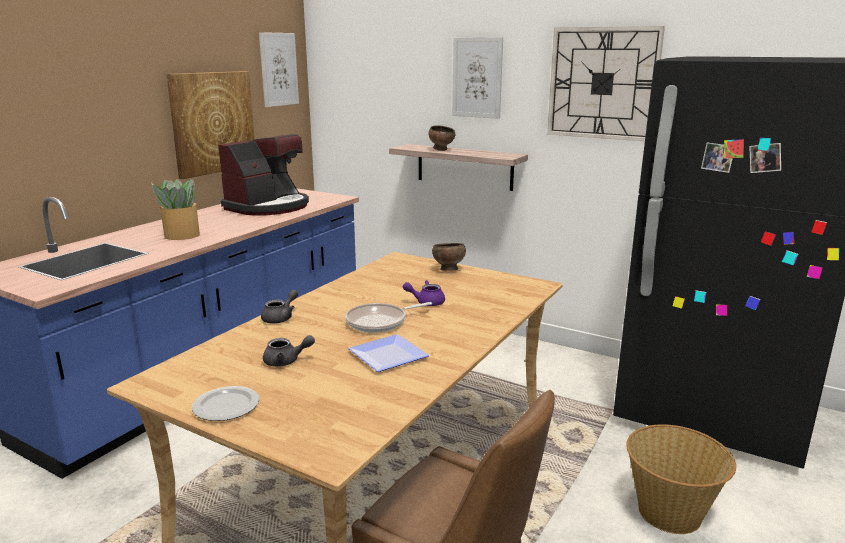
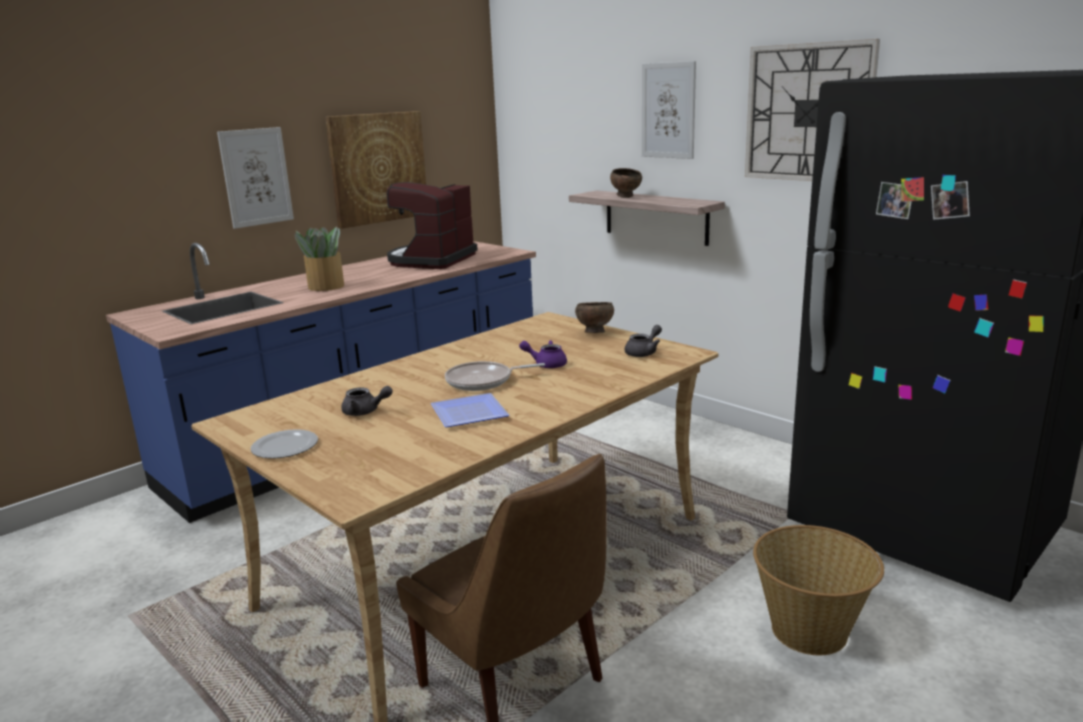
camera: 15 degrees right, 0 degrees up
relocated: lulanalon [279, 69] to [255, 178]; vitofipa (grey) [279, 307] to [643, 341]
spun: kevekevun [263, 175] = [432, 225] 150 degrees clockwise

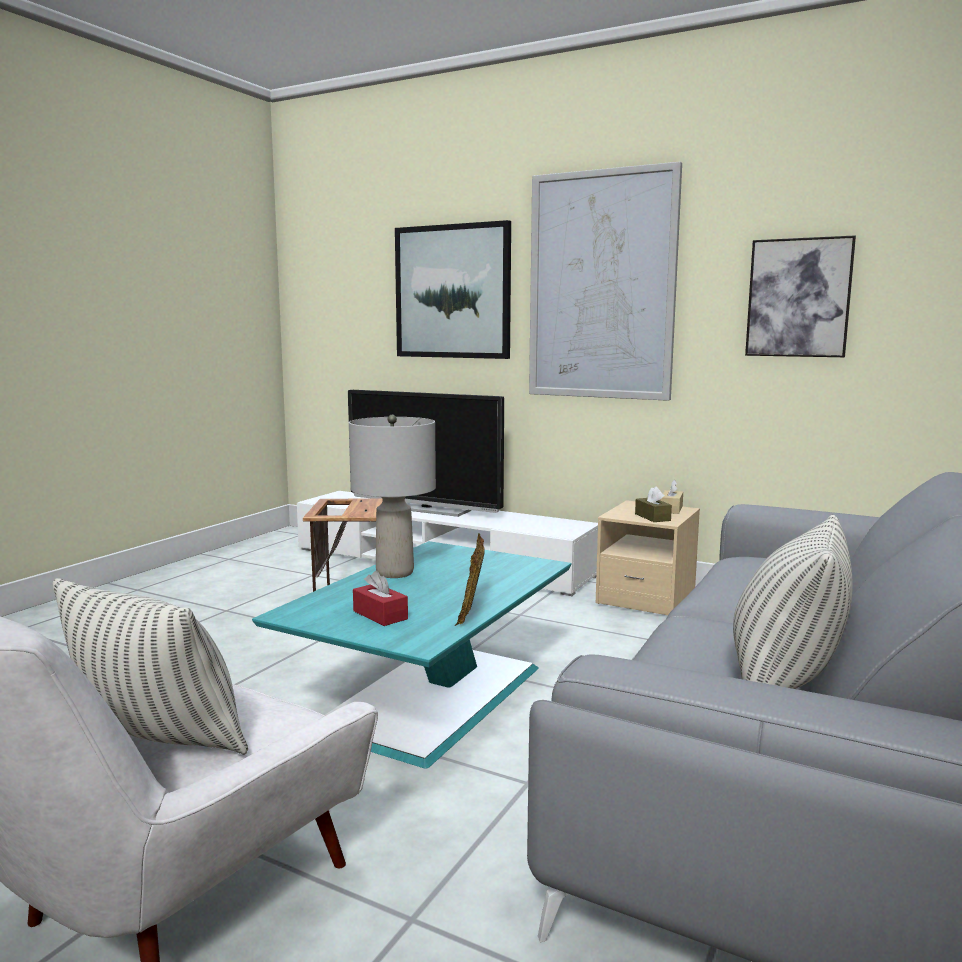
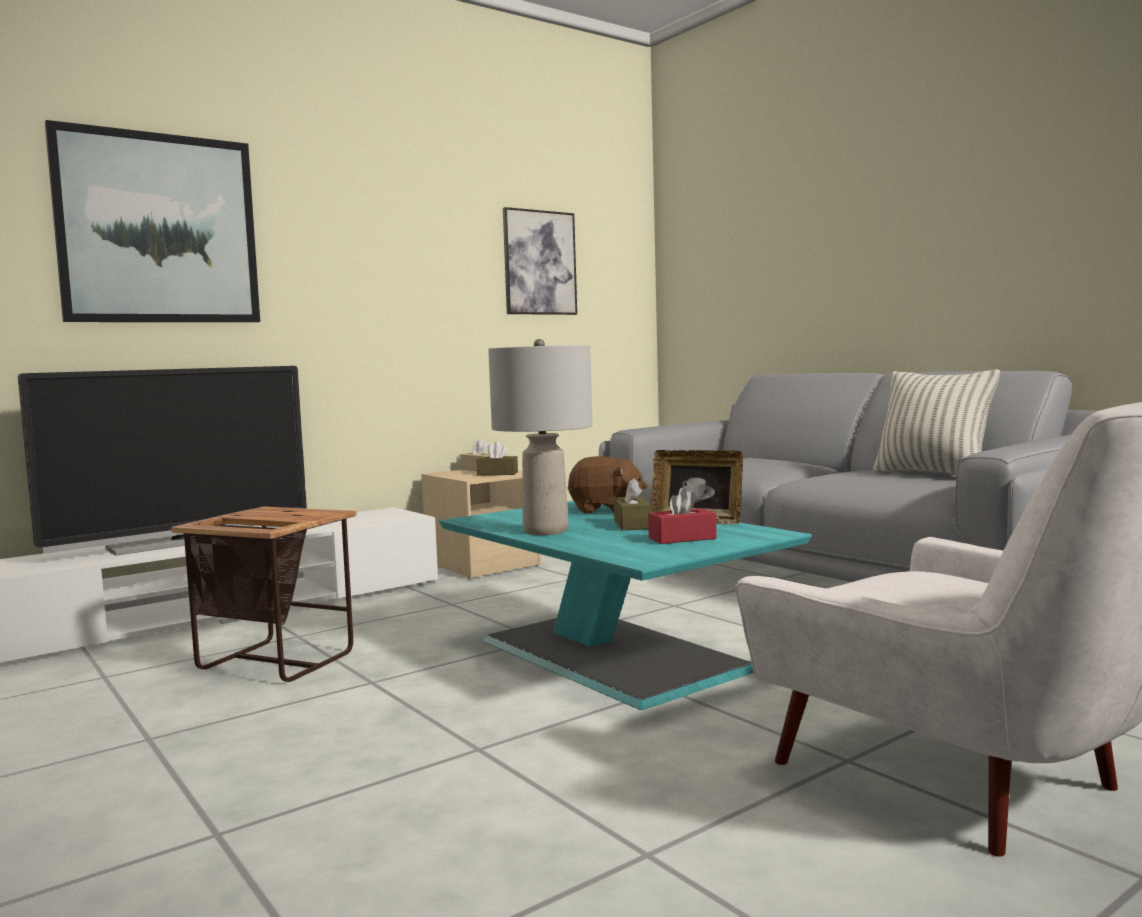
camera: 65 degrees left, 5 degrees down
missing: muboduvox [150, 666]; lulanalon [605, 281]
appeared: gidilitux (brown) [608, 484]; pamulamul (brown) [632, 504]

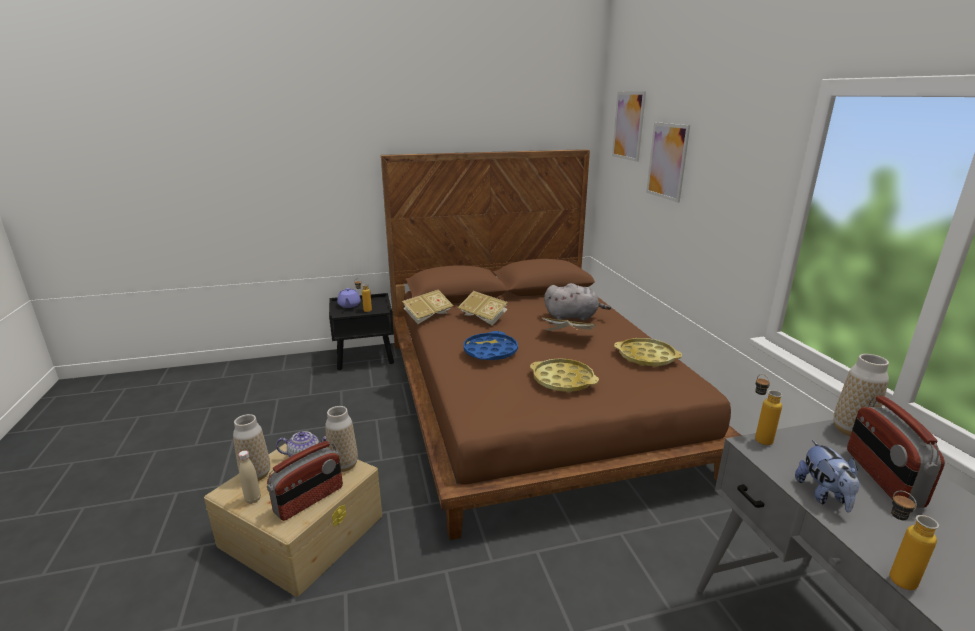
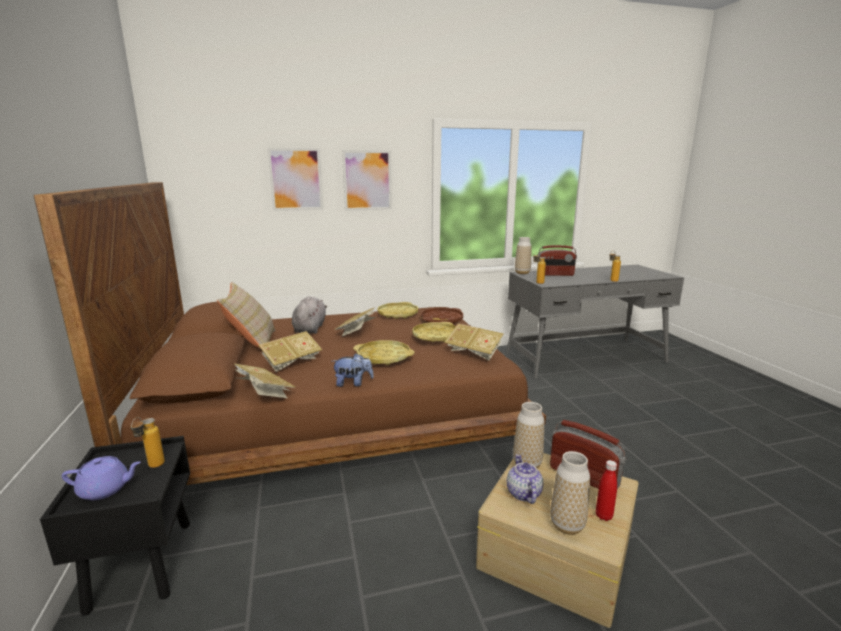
camera: 90 degrees left, 5 degrees down
appeared: muboduvox (beige) [246, 315]; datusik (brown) [442, 316]; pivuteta [474, 342]
relocated: lulanalon [629, 126] to [367, 180]; gidilitux [827, 476] to [353, 370]
colour: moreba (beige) [249, 477] to moreba (red) [606, 490]; datusik (blue) [490, 345] to datusik (yellow) [384, 352]

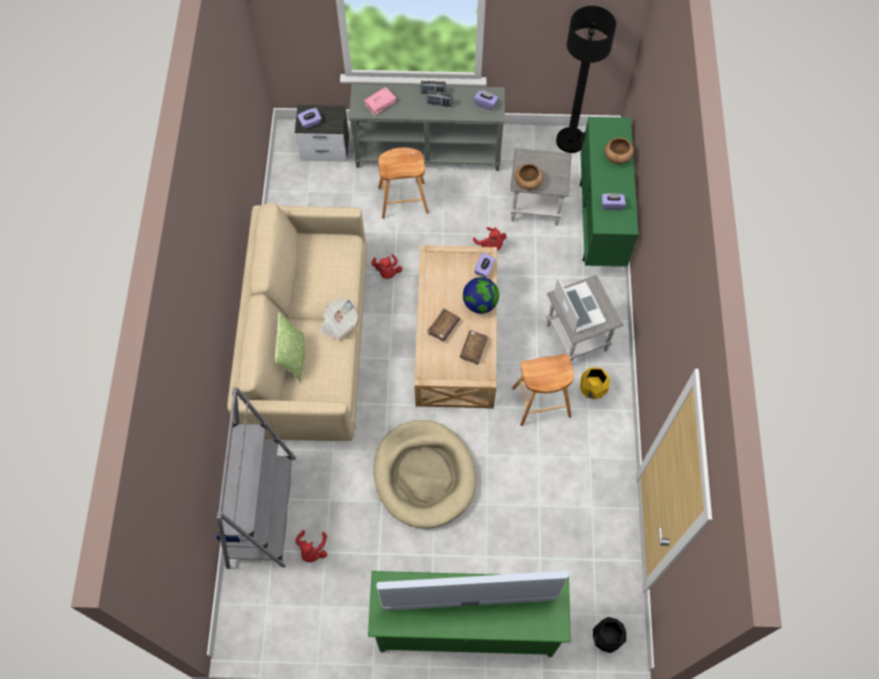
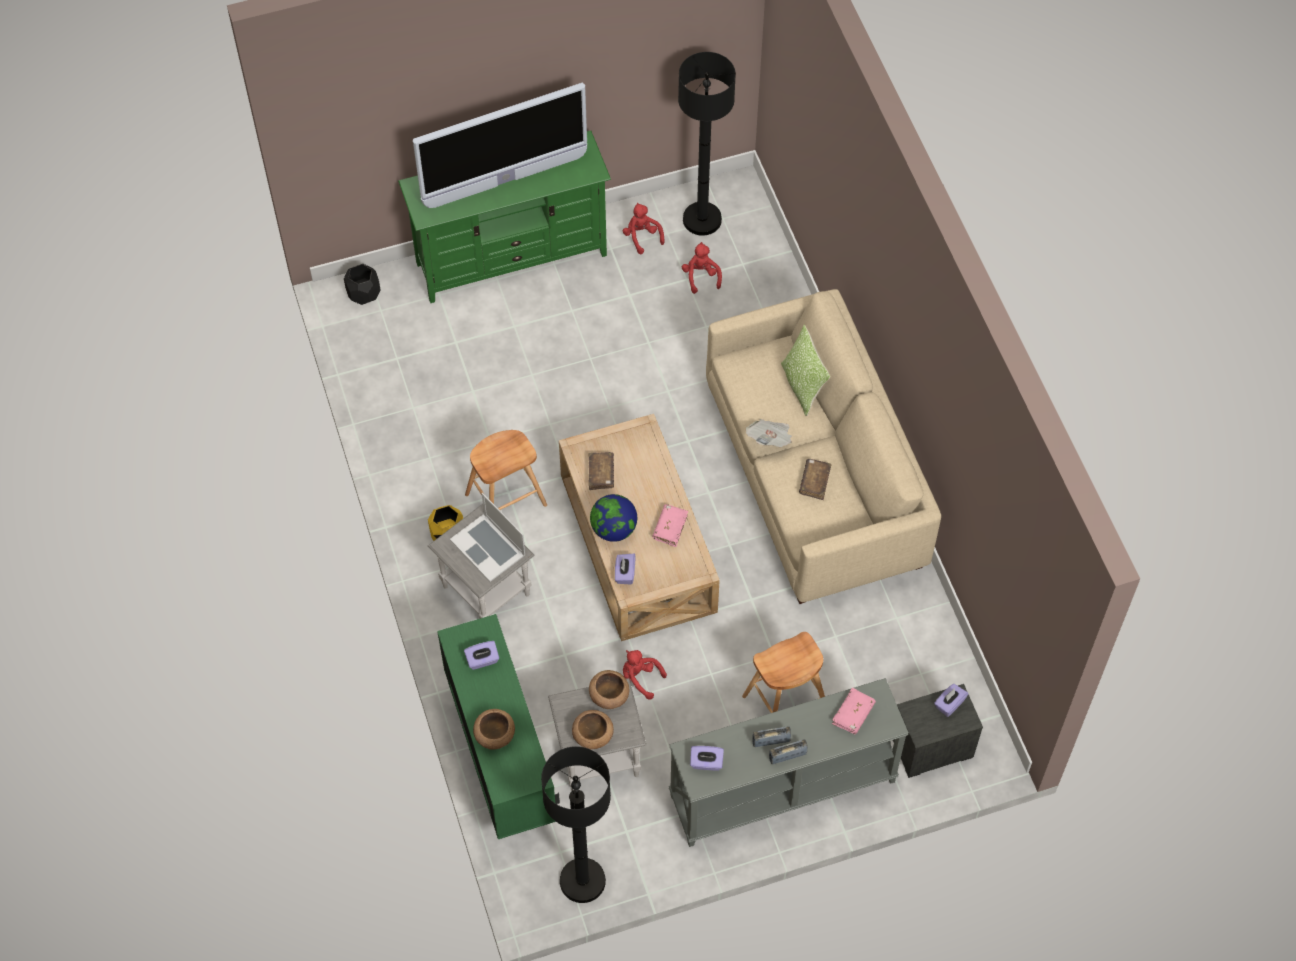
camera: 160 degrees right, 5 degrees down
missing: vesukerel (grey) [256, 478]; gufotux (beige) [425, 474]
appeared: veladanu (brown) [593, 729]; pivuteta (pink) [670, 525]; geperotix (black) [707, 144]
relocated: gidilitux (red) [386, 266] to [644, 228]; pivuteta (brown) [443, 325] to [815, 479]

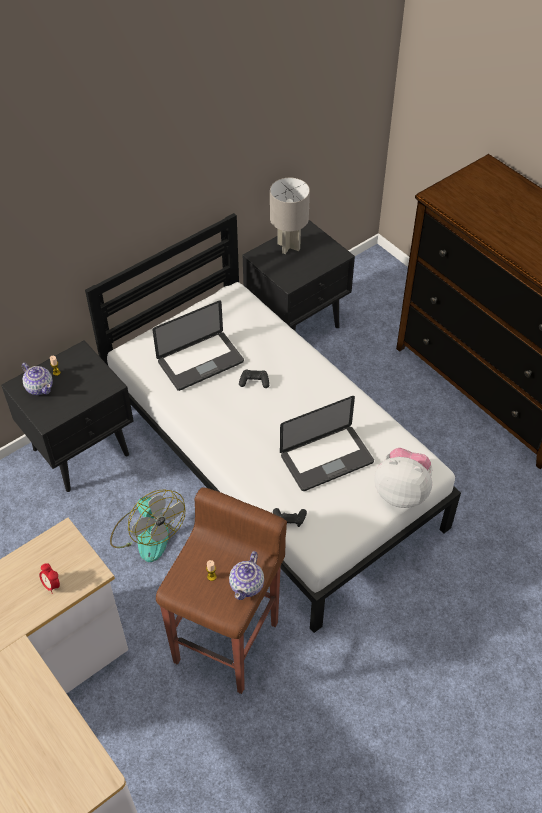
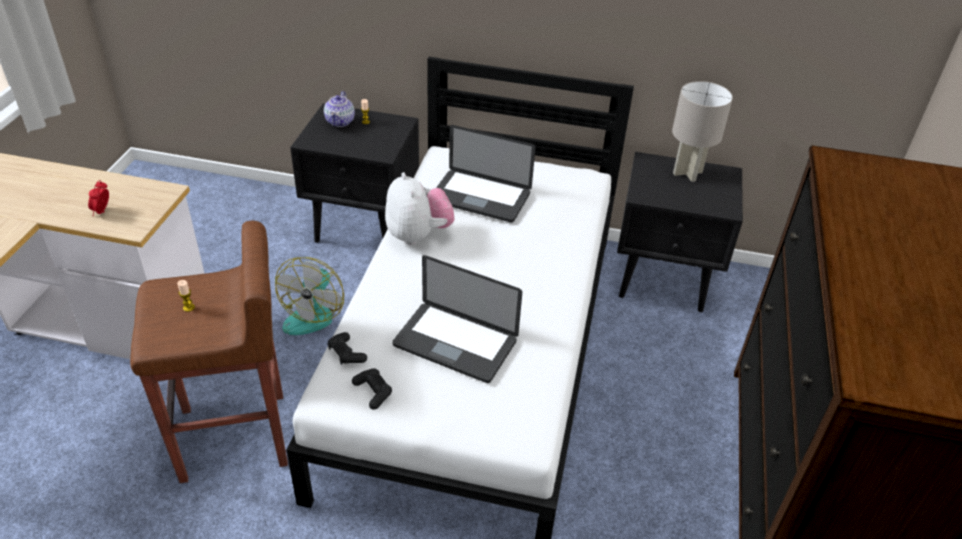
camera: 50 degrees right, 10 degrees down
missing: vitofipa [246, 575]
relocated: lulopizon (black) [254, 378] to [372, 389]; gidilitux [403, 478] to [420, 208]

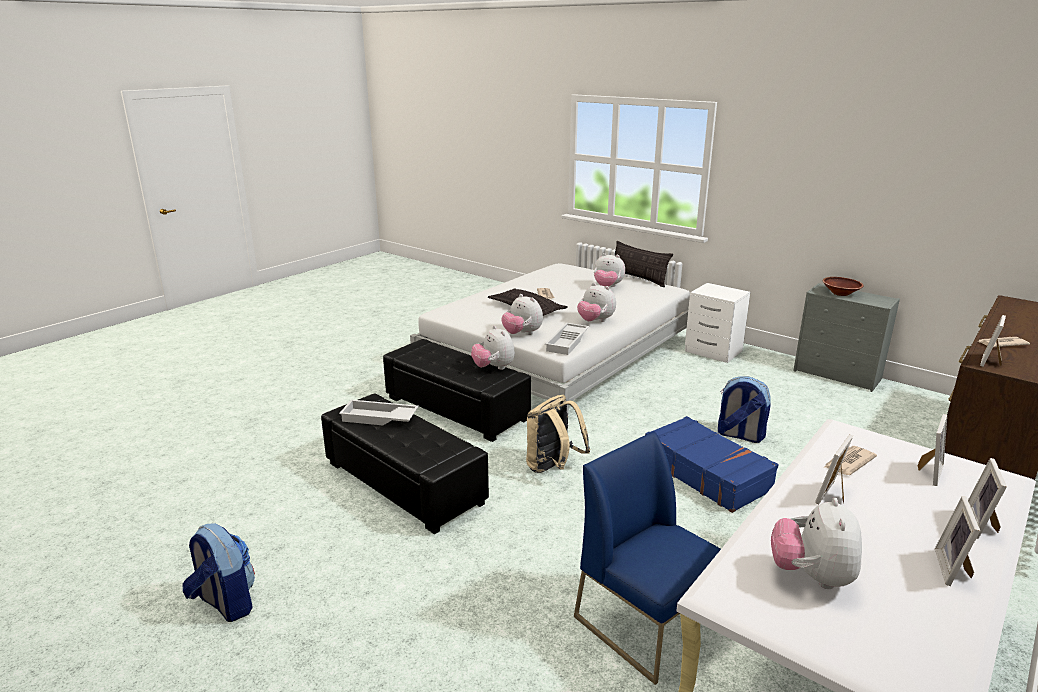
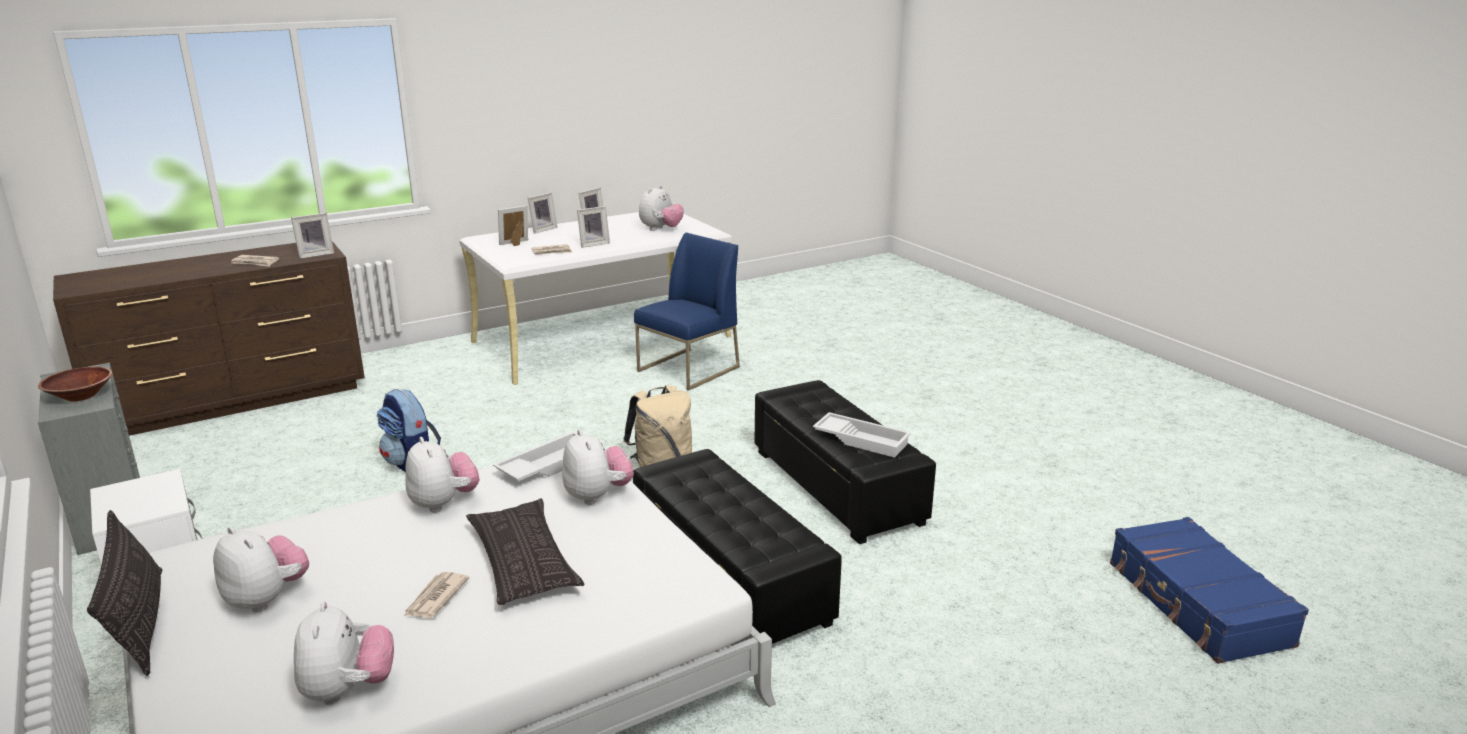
camera: 160 degrees left, 0 degrees up
missing: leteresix [219, 572]
relocated: gidilitux [493, 348] to [344, 652]; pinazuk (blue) [712, 464] to [1209, 590]
spun: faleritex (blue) [647, 558] = [687, 312] 120 degrees counterclockwise

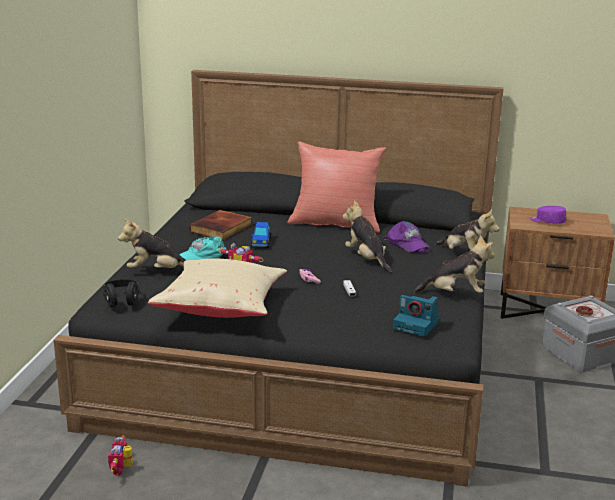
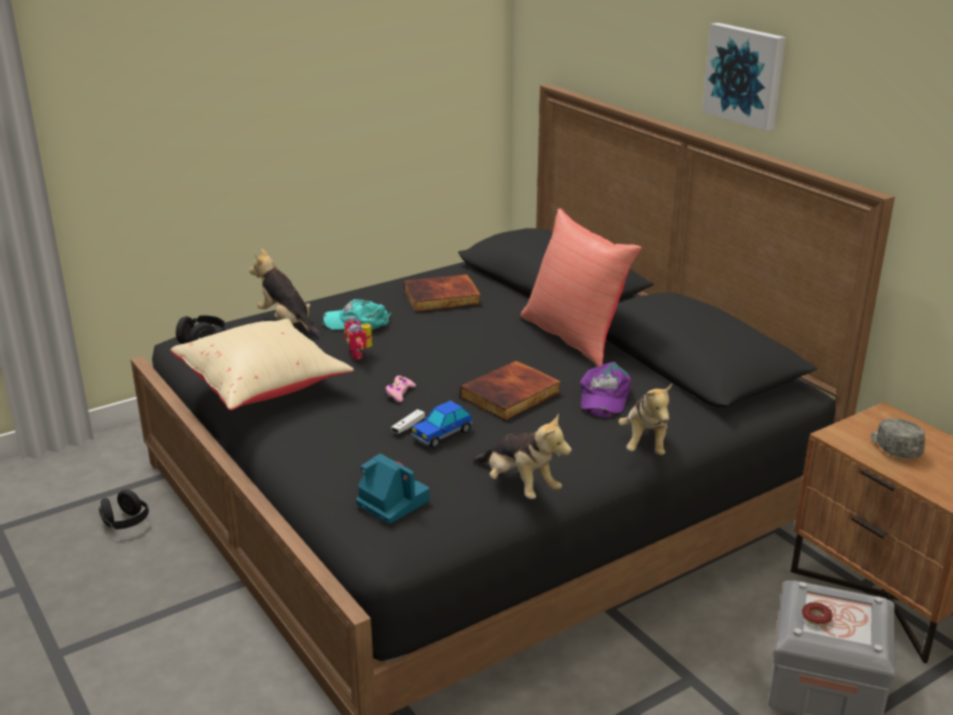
camera: 45 degrees right, 5 degrees up
appeared: lulanalon [744, 77]
relocated: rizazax [261, 235] to [442, 424]
exchanged: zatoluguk [120, 455] to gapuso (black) [124, 509]; gidilitux [367, 236] to pivuteta [510, 390]
colour: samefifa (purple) [548, 215] to samefifa (grey) [898, 438]
spun: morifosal [416, 316] = [393, 489] 150 degrees clockwise

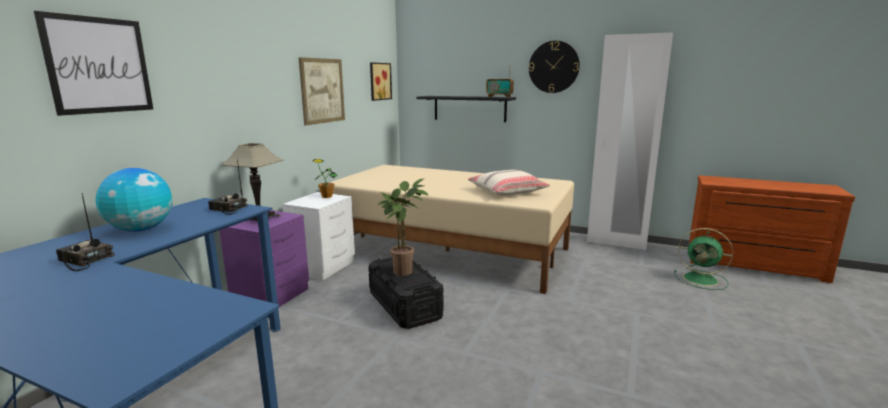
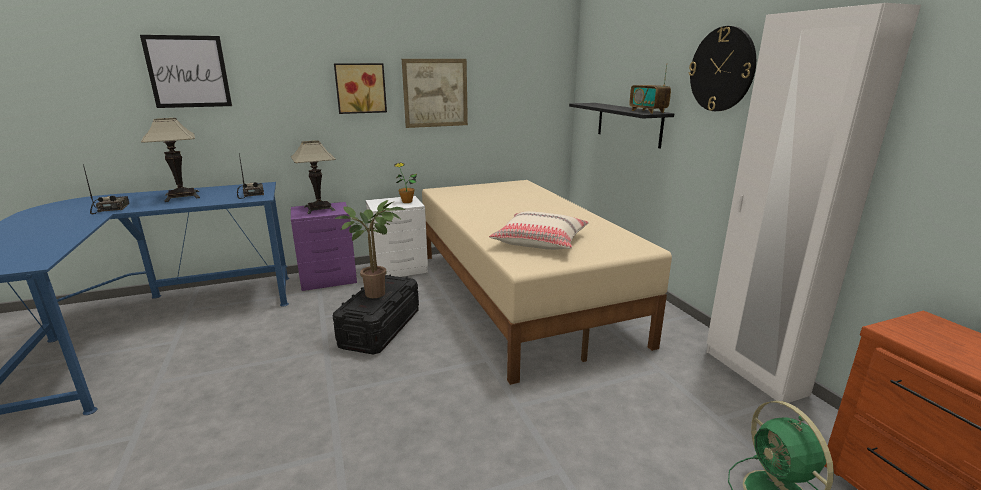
camera: 45 degrees right, 5 degrees up
relocated: lulanalon [381, 81] to [360, 88]
exchanged: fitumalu [134, 199] to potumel [170, 160]

